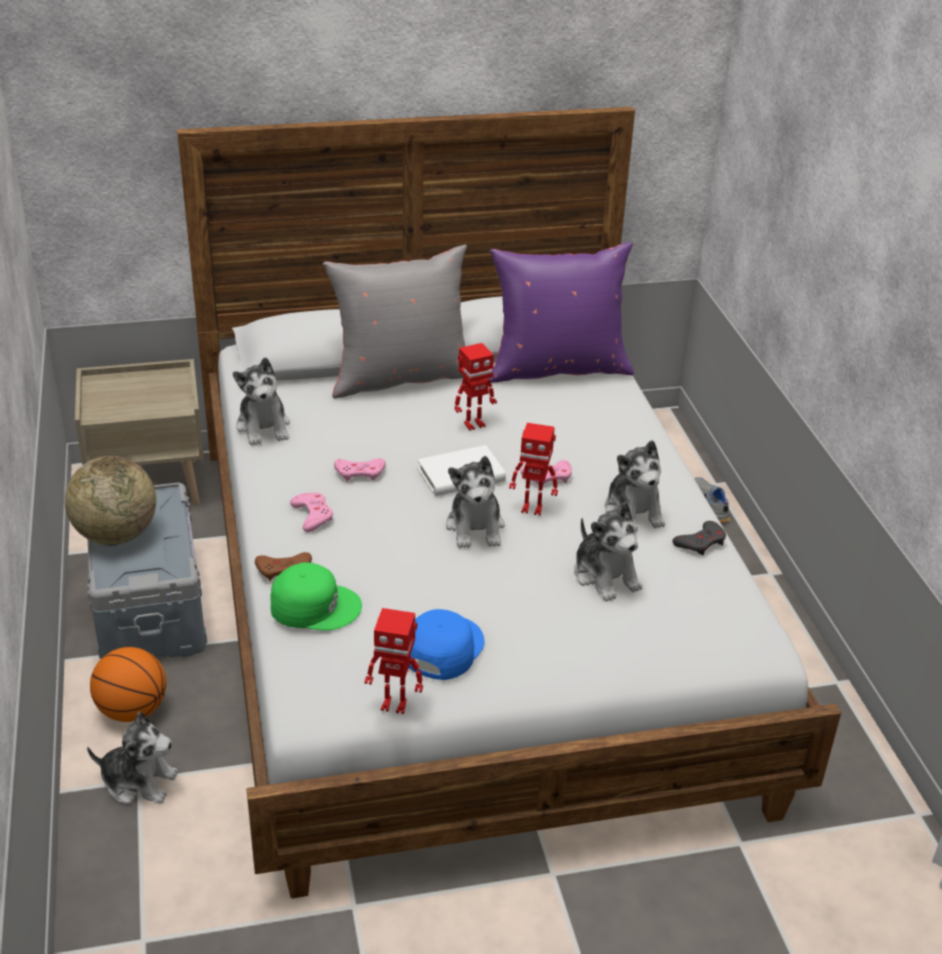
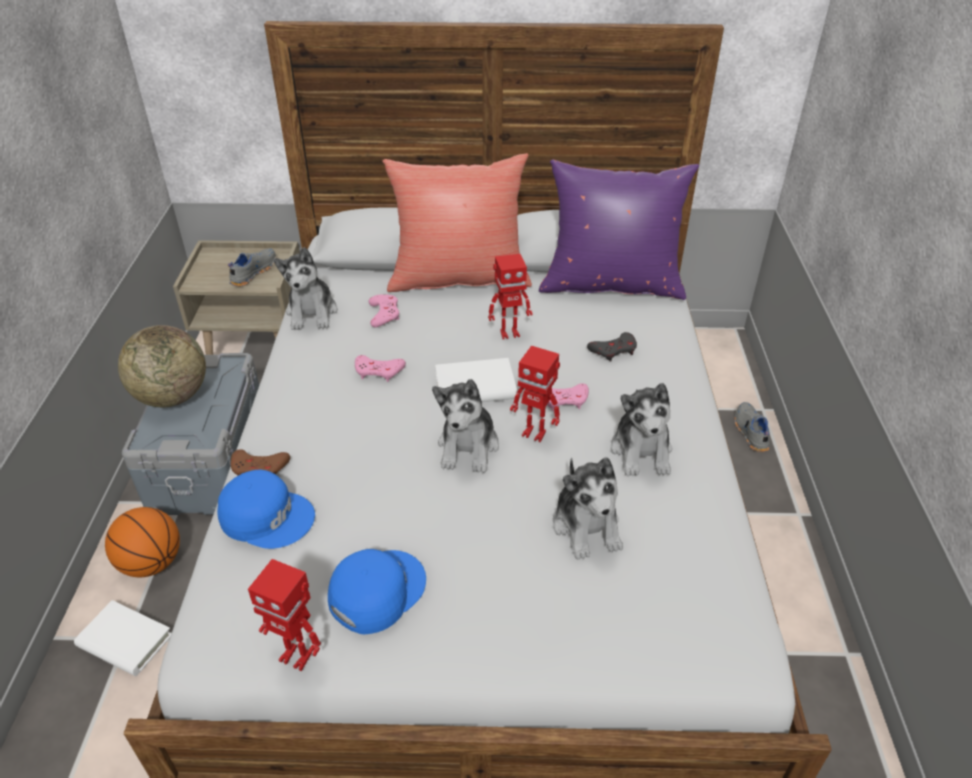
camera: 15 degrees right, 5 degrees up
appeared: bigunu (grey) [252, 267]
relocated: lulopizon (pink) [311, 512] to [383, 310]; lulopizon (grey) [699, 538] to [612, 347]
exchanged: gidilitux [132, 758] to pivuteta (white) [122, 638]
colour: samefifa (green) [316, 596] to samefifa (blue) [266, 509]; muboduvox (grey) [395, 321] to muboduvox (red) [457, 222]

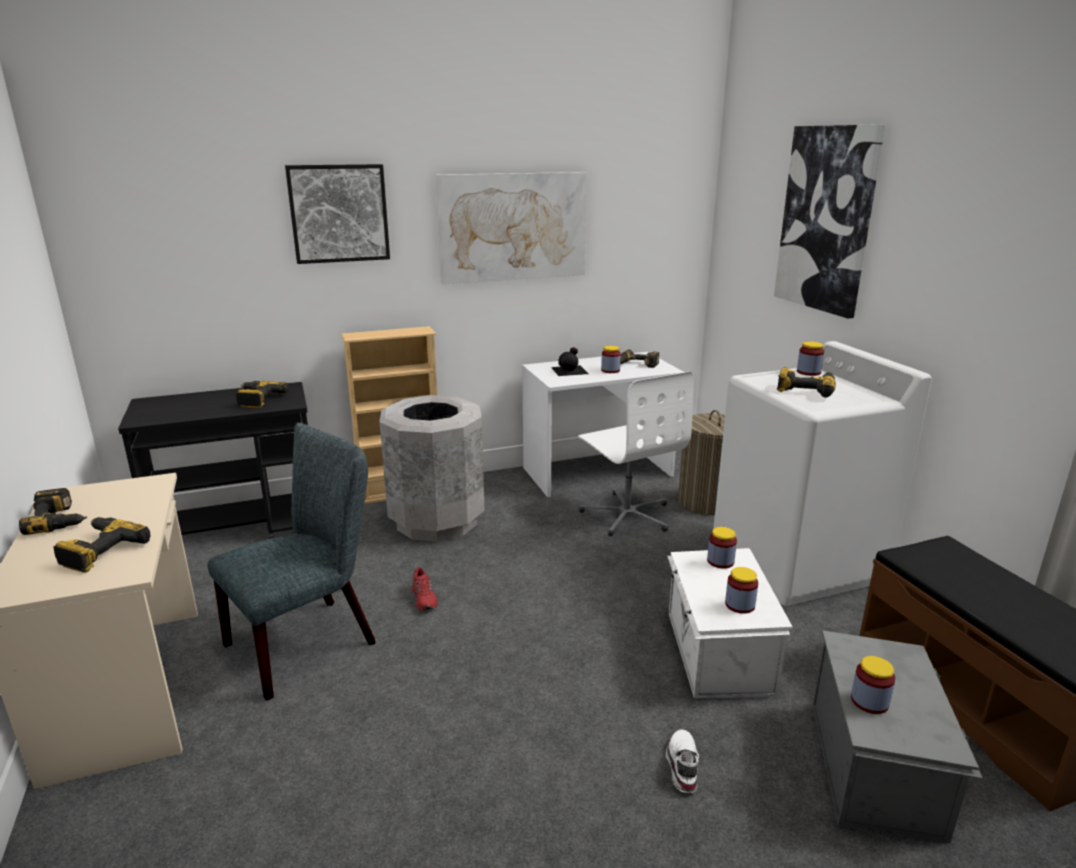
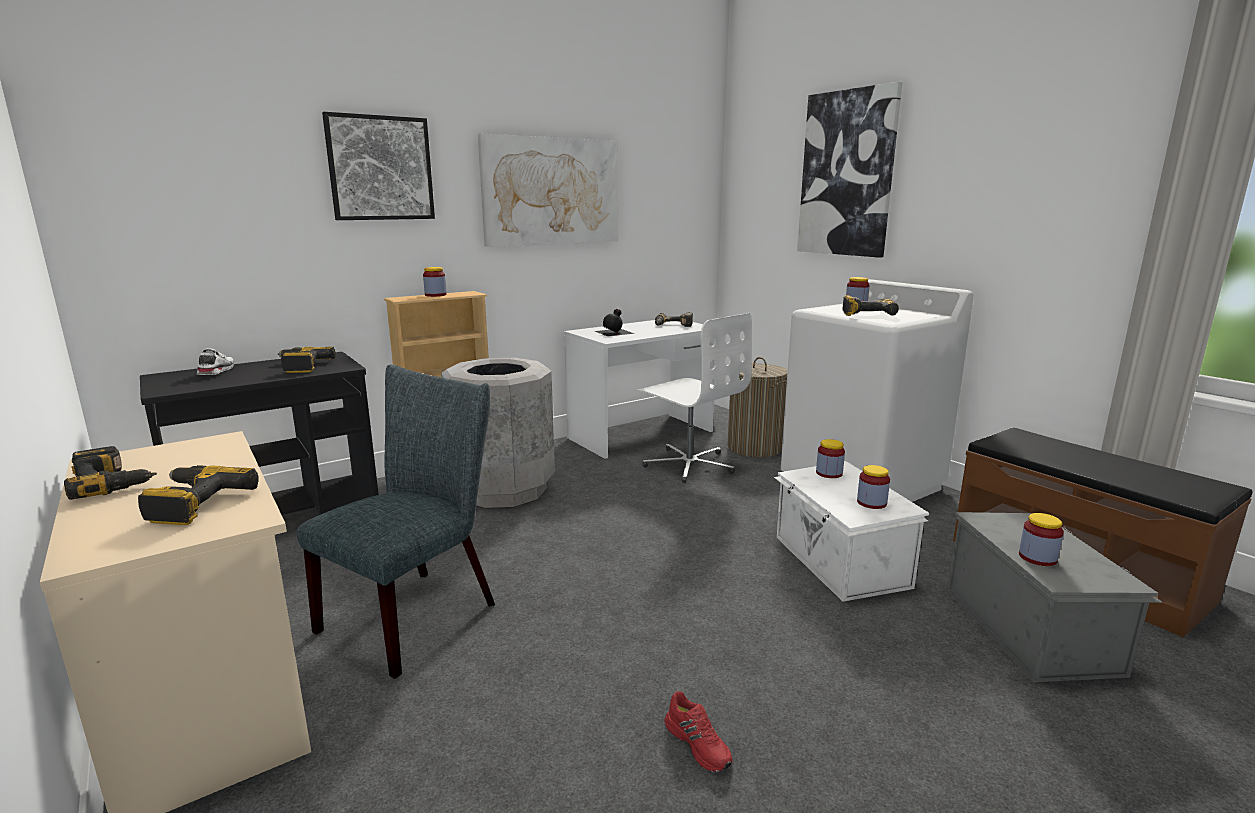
camera: 15 degrees left, 5 degrees down
relocated: bigunu (red) [425, 589] to [698, 731]; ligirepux [611, 359] to [435, 282]; bigunu (white) [682, 761] to [215, 361]

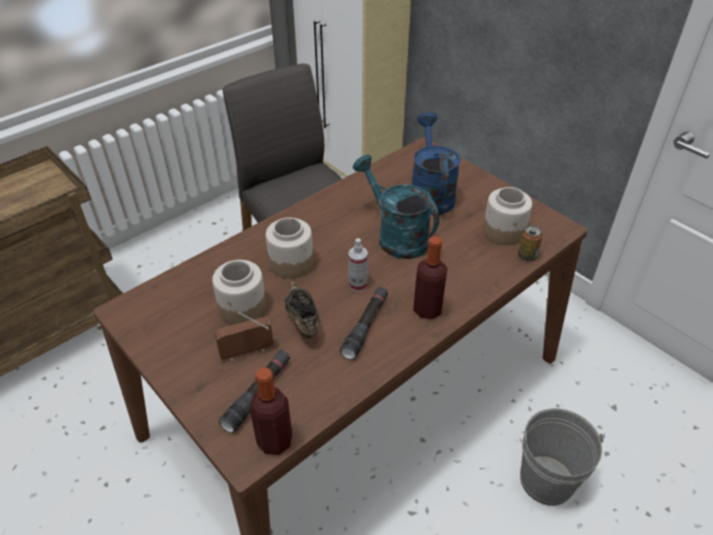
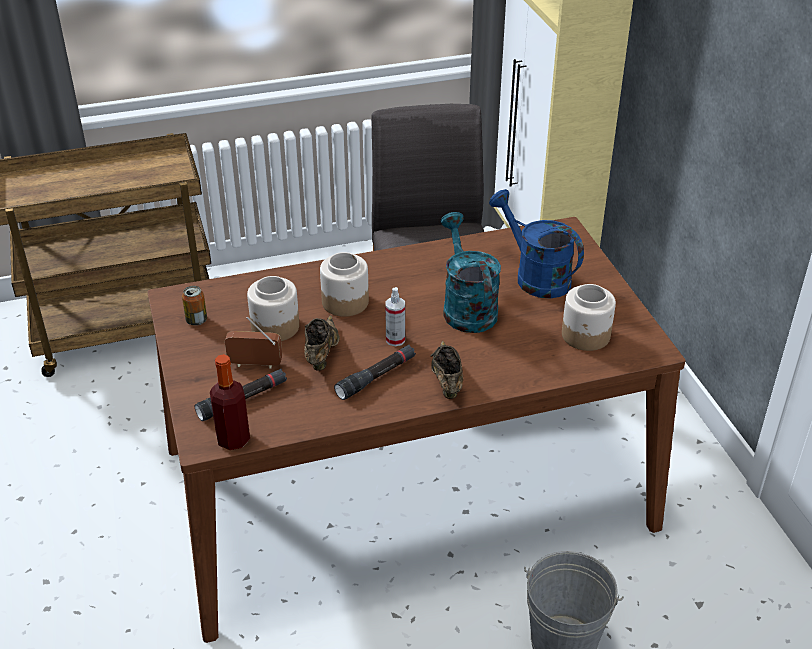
camera: 25 degrees right, 5 degrees down
relocated: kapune [530, 243] to [194, 306]
exchanged: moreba [430, 278] to bigunu (brown) [446, 370]
spun: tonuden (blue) [436, 163] = [536, 244] 60 degrees counterclockwise

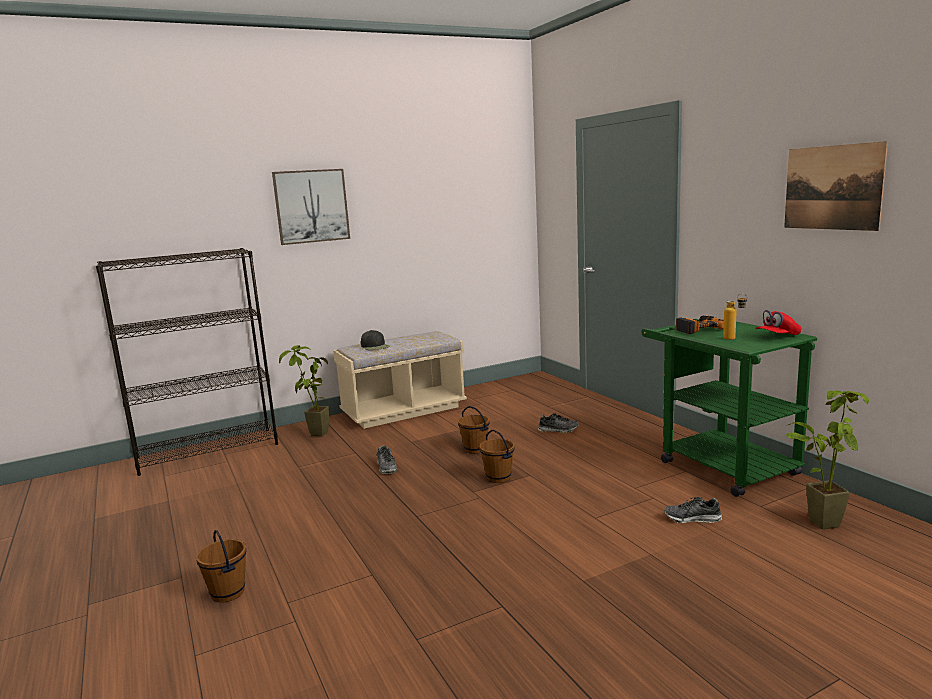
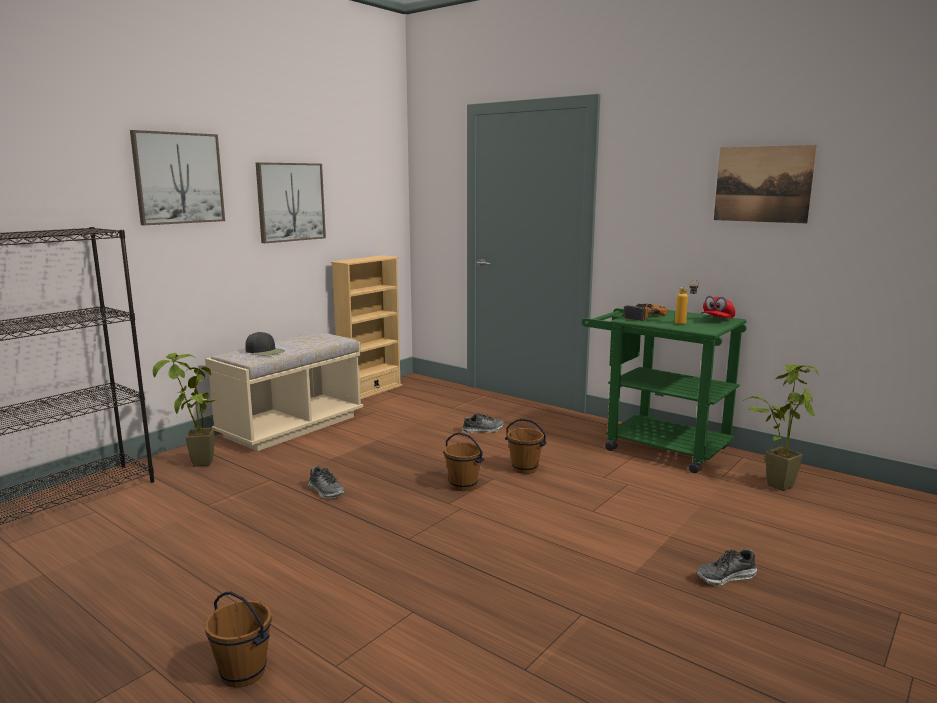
camera: 25 degrees left, 0 degrees up
appeared: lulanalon [291, 202]; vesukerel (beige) [366, 327]
relocated: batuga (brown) [474, 430] to [526, 446]; bigunu [693, 510] to [727, 567]

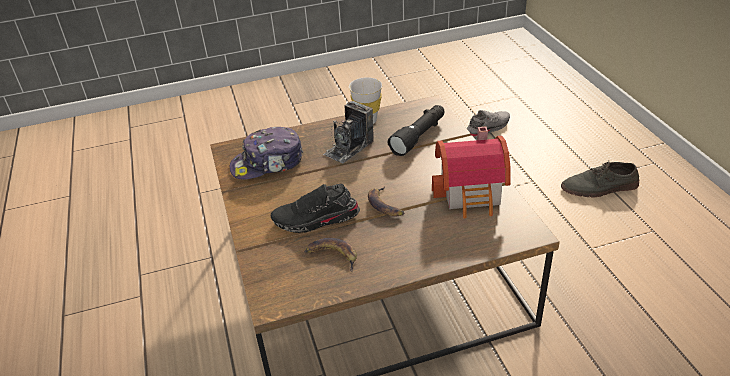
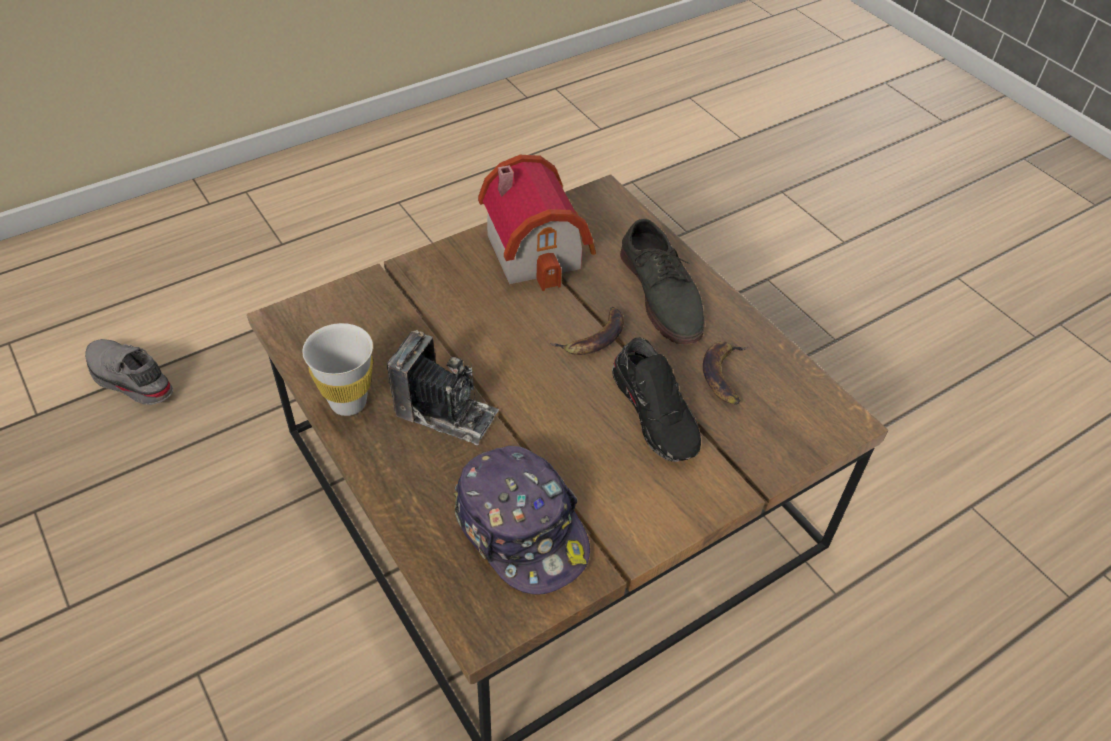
camera: 110 degrees left, 10 degrees up
missing: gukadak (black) [415, 130]
relocated: bigunu (grey) [600, 179] to [662, 281]

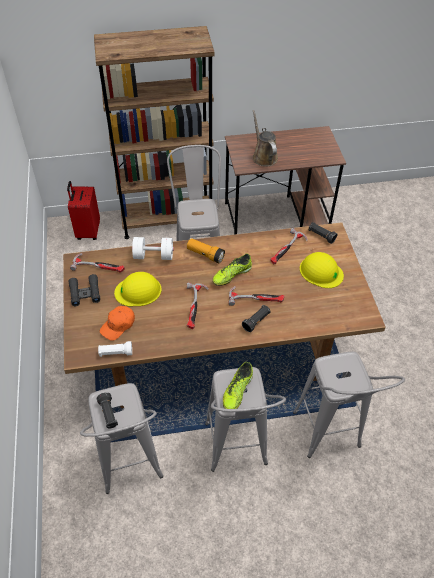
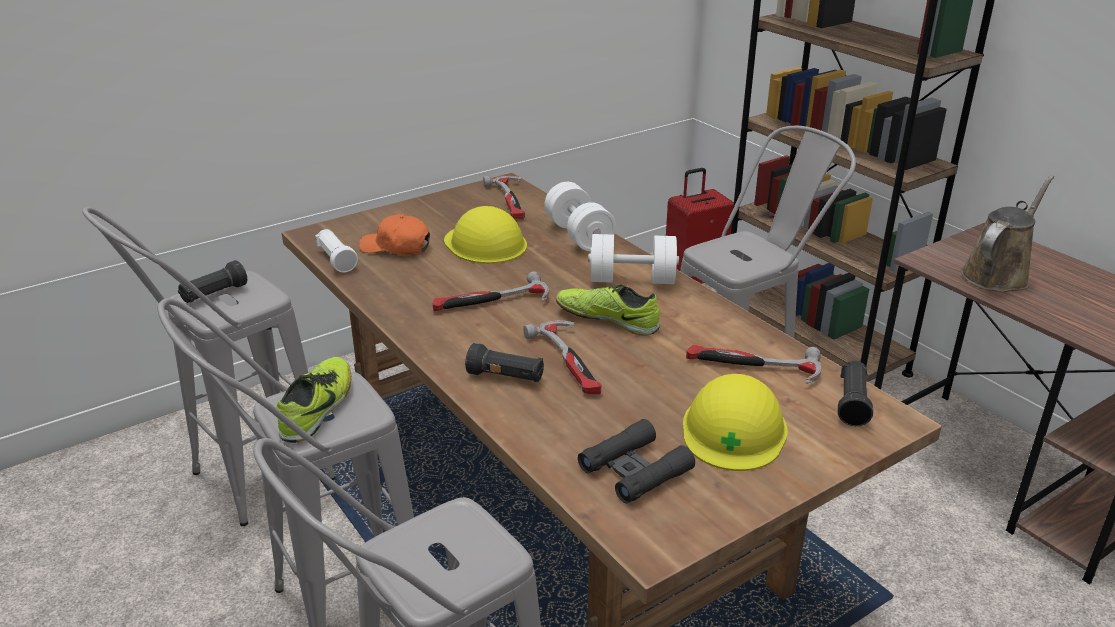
camera: 65 degrees right, 20 degrees down
relocated: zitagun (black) [84, 290] to [636, 461]
exchanged: gukadak [206, 250] to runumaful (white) [633, 259]
spun: bigunu [238, 385] = [314, 400] 105 degrees clockwise

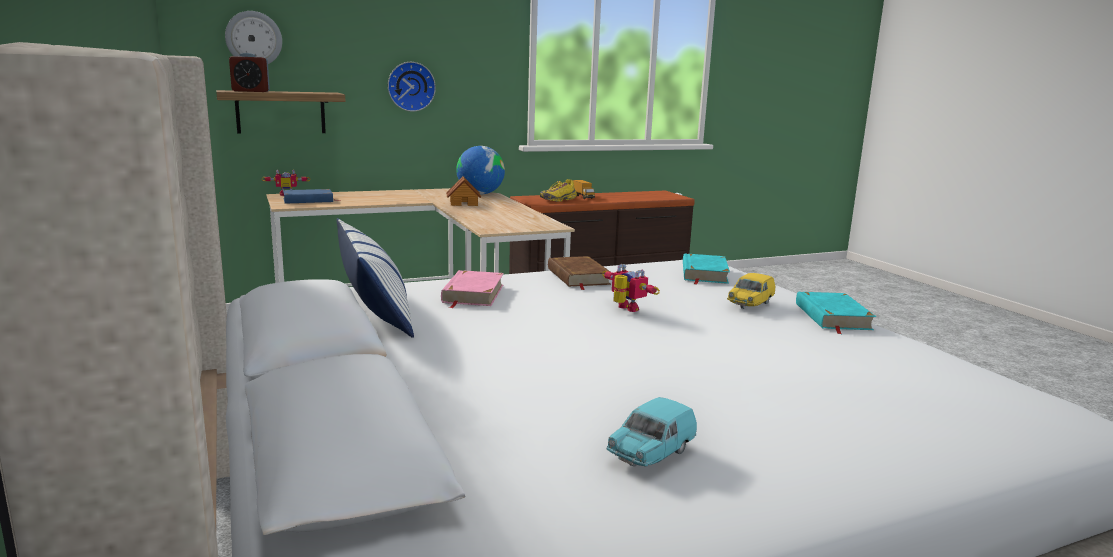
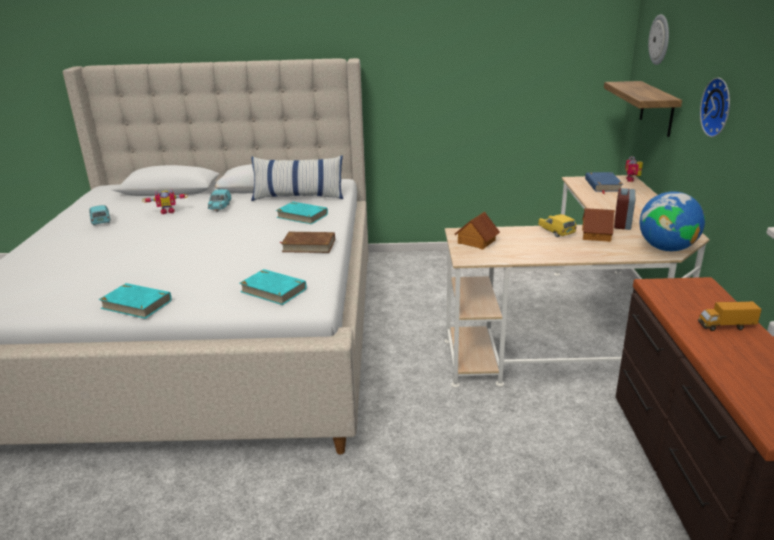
camera: 115 degrees right, 10 degrees up
missing: bigunu (yellow) [558, 190]
appeared: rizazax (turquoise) [219, 200]; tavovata [477, 231]
relocated: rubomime [249, 72] to [624, 209]; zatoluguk [631, 288] to [165, 201]; rizazax (yellow) [751, 291] to [557, 225]
colour: pivuteta (pink) [472, 289] to pivuteta (turquoise) [302, 213]

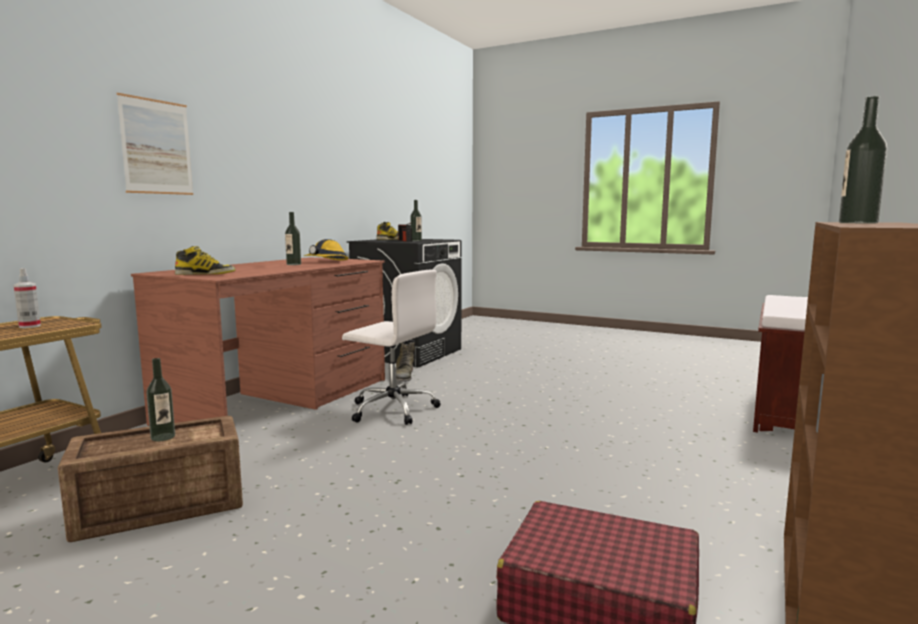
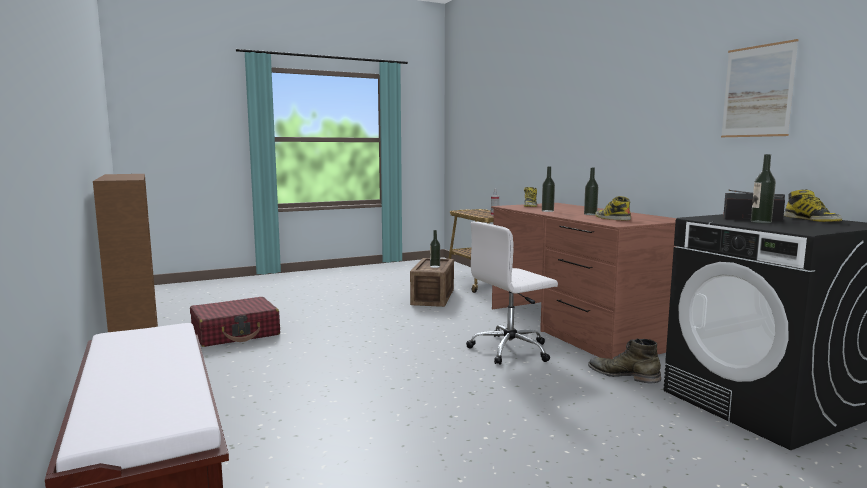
camera: 125 degrees right, 0 degrees up
relocated: lulanalon [155, 144] to [760, 88]; moreba [863, 159] to [548, 189]
exchanged: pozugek [326, 250] to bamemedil [613, 208]

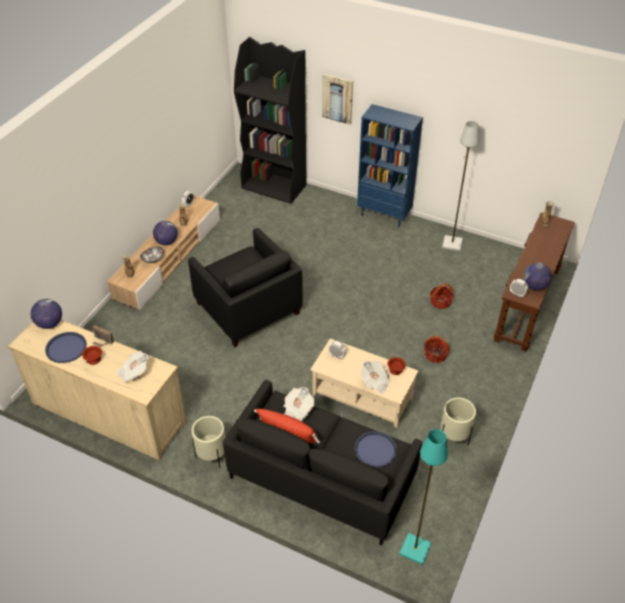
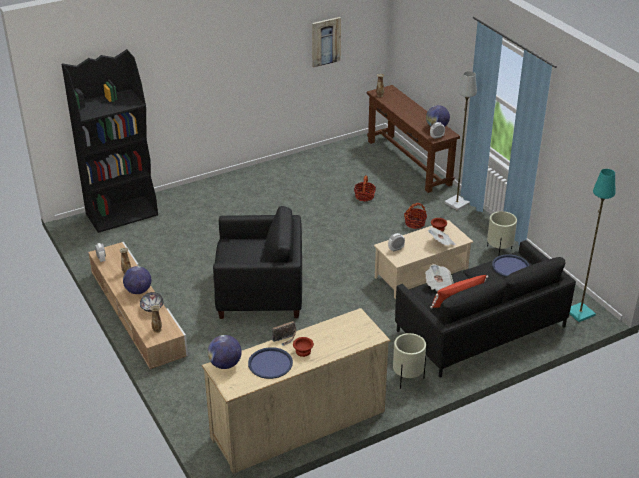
camera: 55 degrees left, 10 degrees down
missing: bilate [132, 367]; vesukerel (blue) [390, 165]
relocated: lulanalon [337, 99] to [326, 42]; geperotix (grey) [460, 186] to [460, 141]

